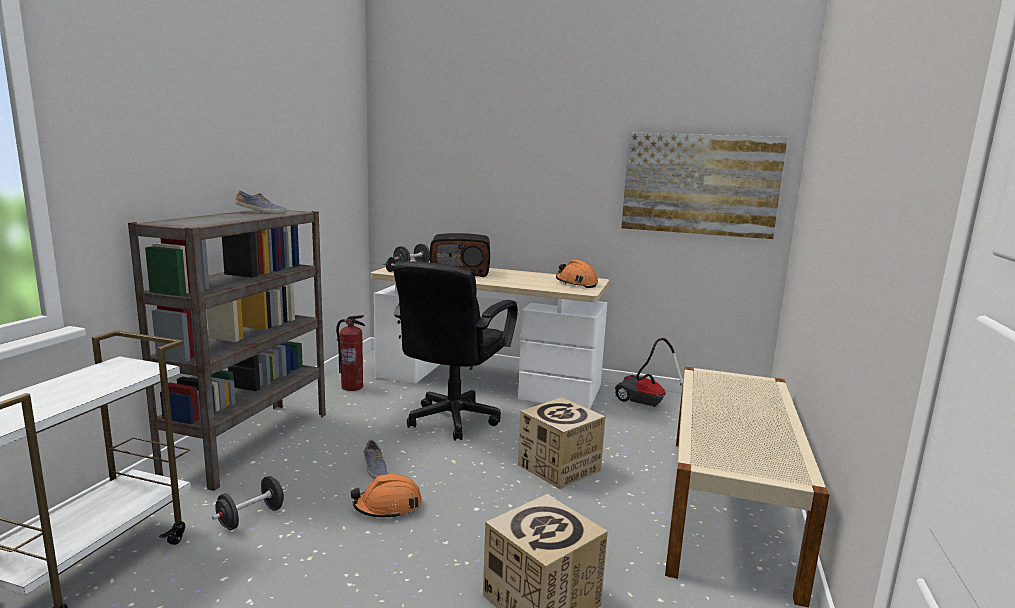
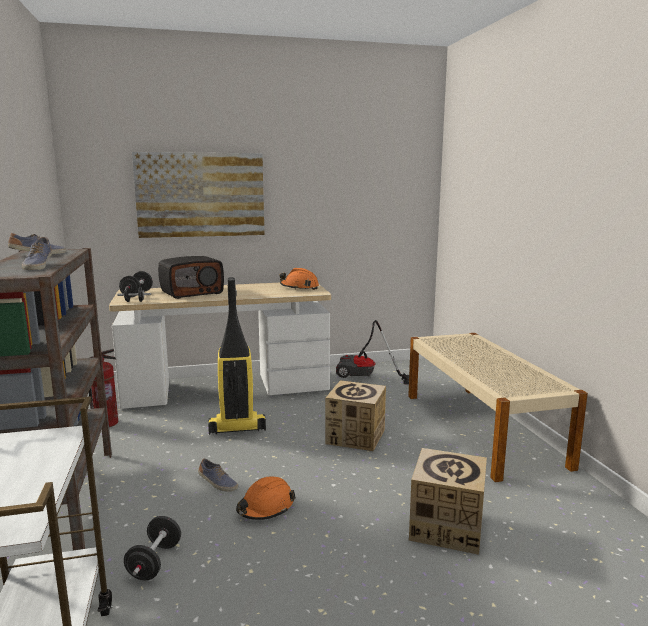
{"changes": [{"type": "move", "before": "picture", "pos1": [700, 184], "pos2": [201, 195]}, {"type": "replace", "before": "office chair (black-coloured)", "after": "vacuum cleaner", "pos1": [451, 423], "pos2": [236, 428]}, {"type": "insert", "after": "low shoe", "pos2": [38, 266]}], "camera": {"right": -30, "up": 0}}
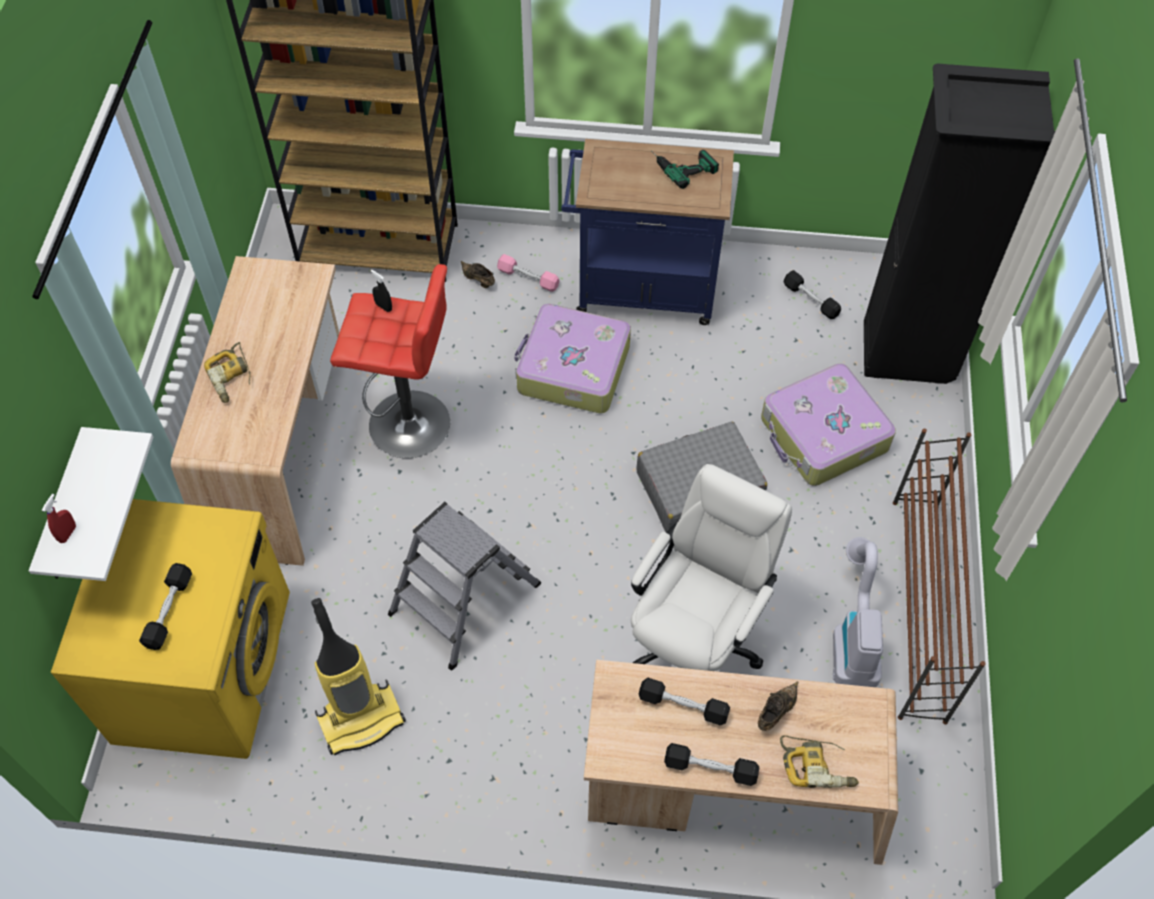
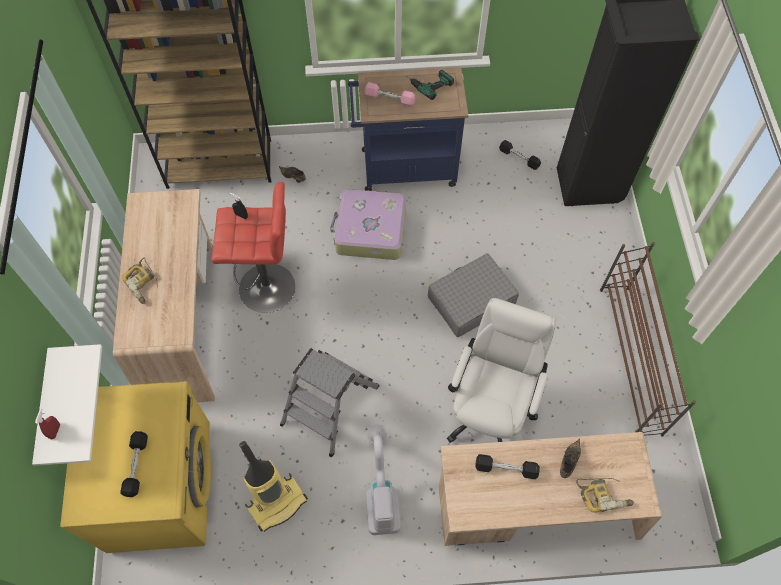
{"changes": [{"type": "move", "before": "free weight (pink)", "pos1": [528, 278], "pos2": [389, 98]}, {"type": "delete", "before": "piece of luggage", "pos1": [823, 435]}, {"type": "move", "before": "vacuum cleaner", "pos1": [853, 635], "pos2": [381, 493]}, {"type": "delete", "before": "free weight (black-coloured)", "pos1": [710, 768]}], "camera": {"right": -10, "up": 5}}
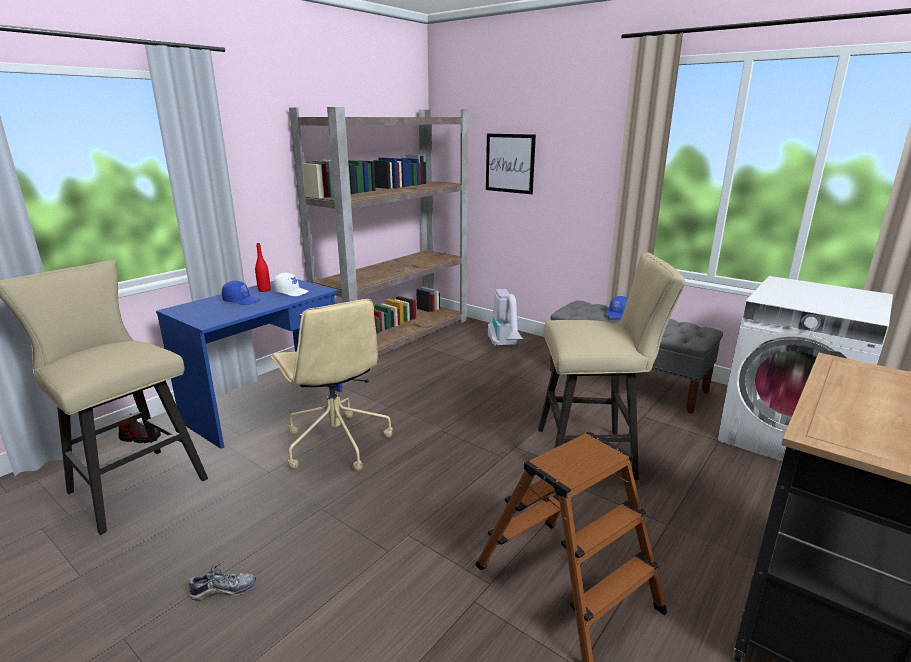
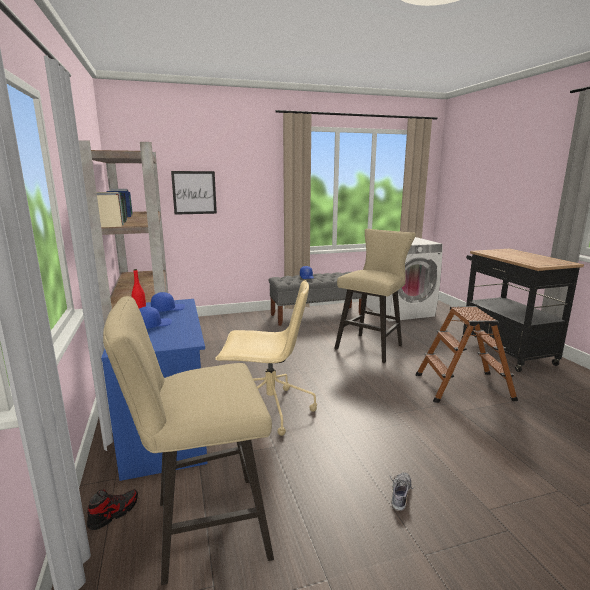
{"changes": [{"type": "recolor", "before": "peaked cap (white-coloured)", "after": "peaked cap (bluish)", "pos1": [292, 292], "pos2": [168, 309]}, {"type": "delete", "before": "vacuum cleaner", "pos1": [505, 346]}], "camera": {"right": -55, "up": -5}}
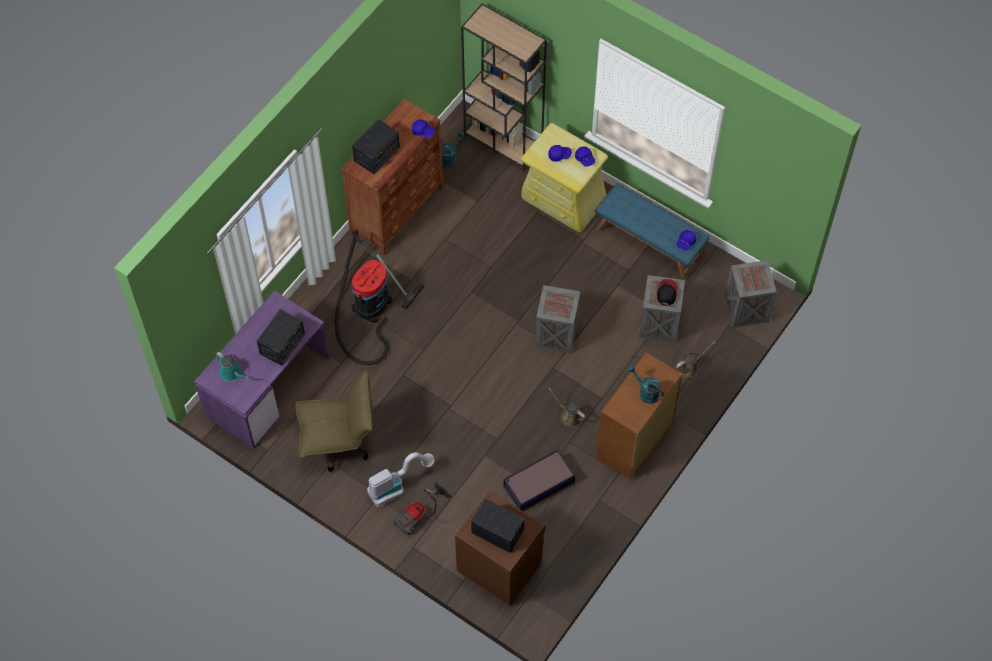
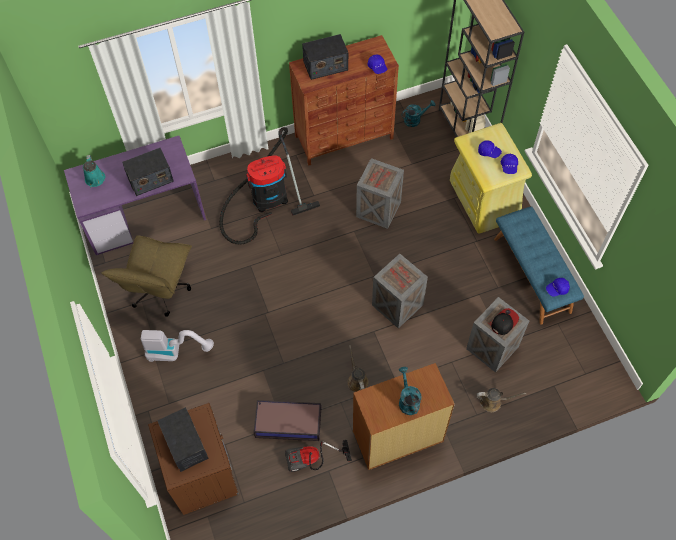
{"changes": [{"type": "move", "before": "crate", "pos1": [747, 308], "pos2": [379, 209]}, {"type": "rotate", "before": "office chair (beige)", "pos1": [339, 443], "pos2": [160, 289], "turn": 75}, {"type": "move", "before": "vacuum cleaner", "pos1": [419, 515], "pos2": [312, 460]}], "camera": {"right": 35, "up": 0}}
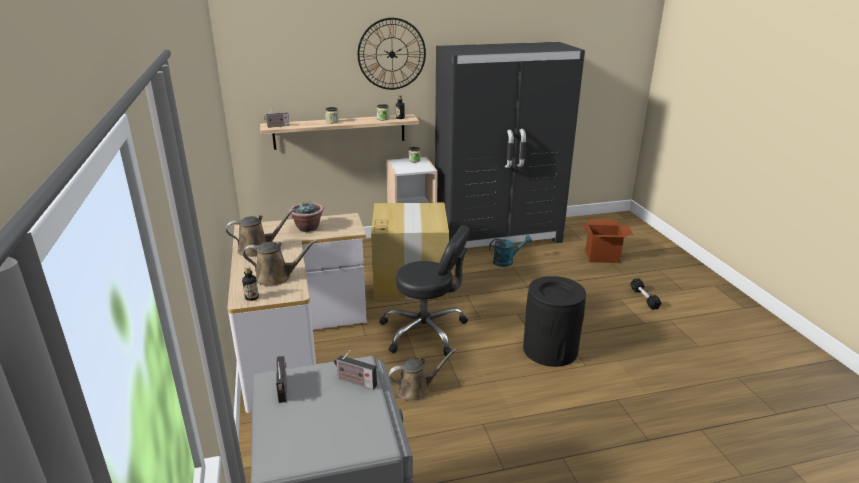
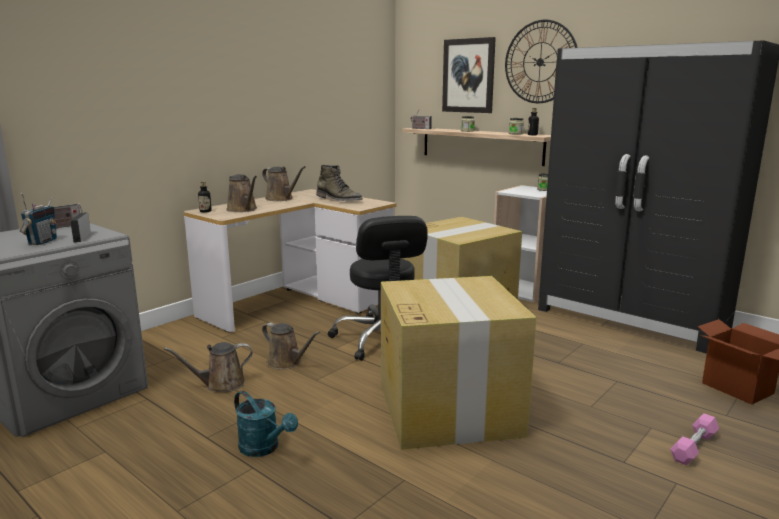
{"changes": [{"type": "replace", "before": "potted plant", "after": "boot (green-coloured)", "pos1": [307, 228], "pos2": [339, 199]}, {"type": "move", "before": "watering pot (turquoise-coloured)", "pos1": [507, 261], "pos2": [264, 448]}, {"type": "replace", "before": "rubbish bin (black-coloured)", "after": "cardboard box", "pos1": [550, 349], "pos2": [448, 408]}, {"type": "recolor", "before": "free weight (black-coloured)", "after": "free weight (pink)", "pos1": [644, 298], "pos2": [694, 447]}, {"type": "insert", "after": "picture", "pos2": [468, 76]}, {"type": "insert", "after": "radio", "pos2": [42, 242]}, {"type": "insert", "after": "watering pot (brown-coloured)", "pos2": [221, 384]}], "camera": {"right": 55, "up": -10}}
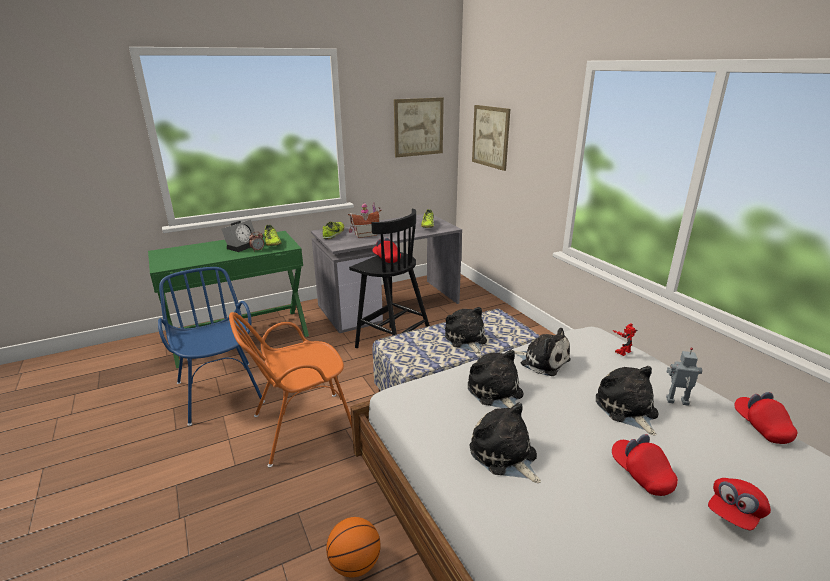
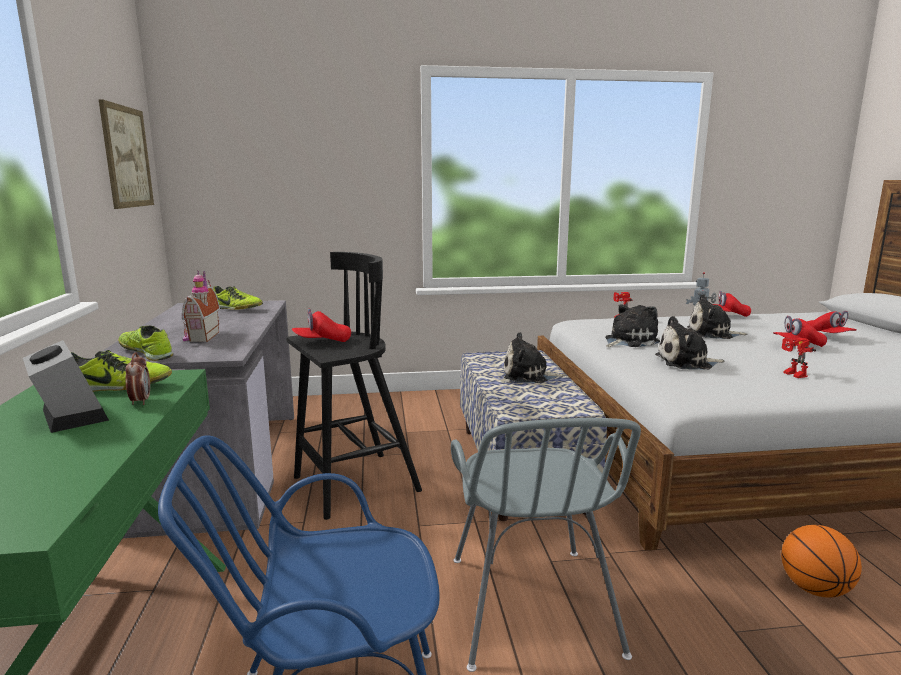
{"changes": [{"type": "delete", "before": "picture", "pos1": [490, 137]}, {"type": "recolor", "before": "plain chair (orange-coloured)", "after": "plain chair (grey)", "pos1": [300, 428], "pos2": [533, 609]}, {"type": "replace", "before": "cuddly toy", "after": "model robot", "pos1": [505, 455], "pos2": [792, 374]}], "camera": {"right": -70, "up": -10}}
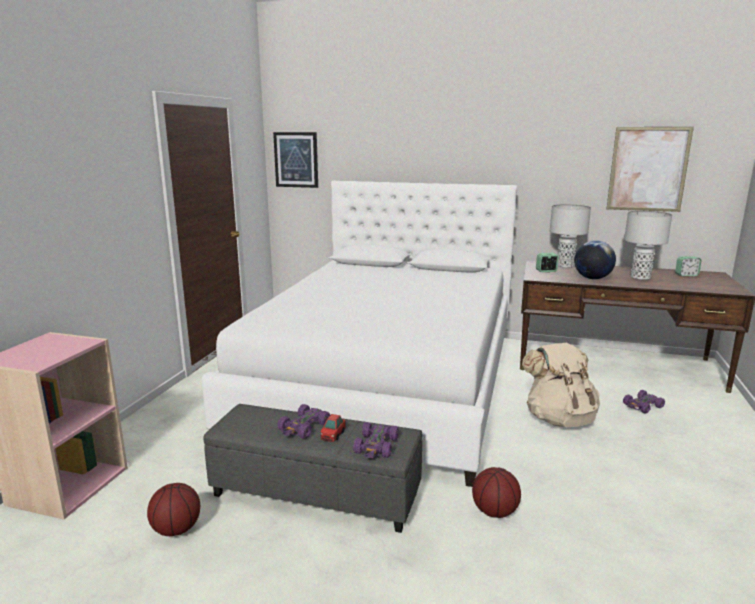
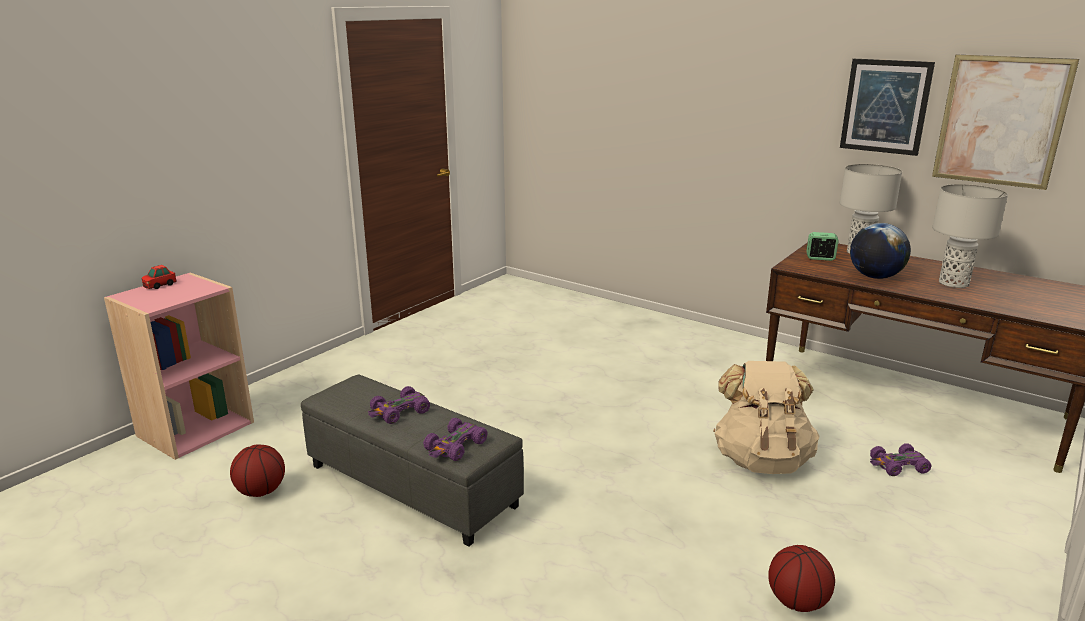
{"changes": [{"type": "move", "before": "picture", "pos1": [296, 159], "pos2": [885, 106]}, {"type": "delete", "before": "bed (white-coloured)", "pos1": [387, 381]}, {"type": "delete", "before": "table clock", "pos1": [686, 275]}, {"type": "move", "before": "model car", "pos1": [333, 435], "pos2": [159, 285]}, {"type": "move", "before": "basketball ball", "pos1": [495, 512], "pos2": [798, 602]}], "camera": {"right": 20, "up": 5}}
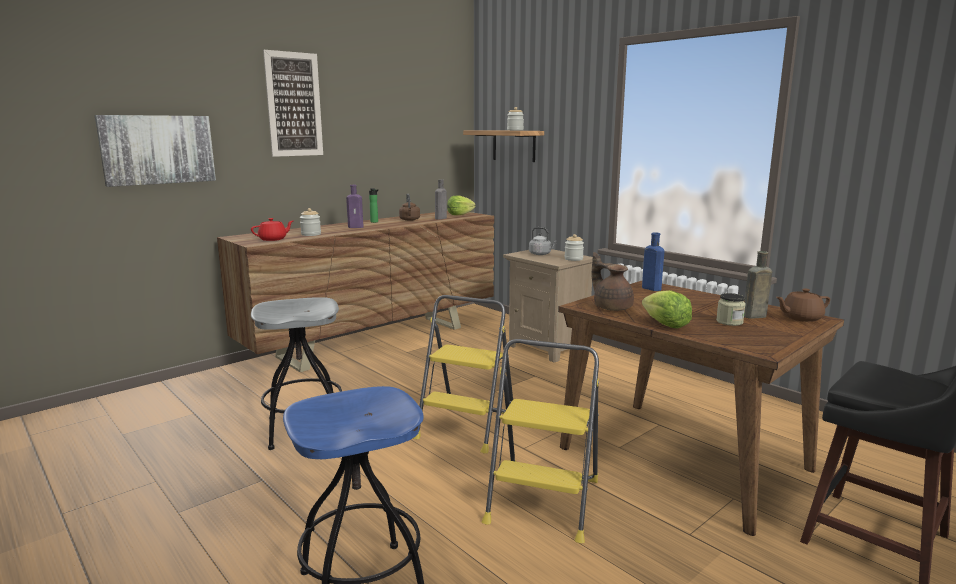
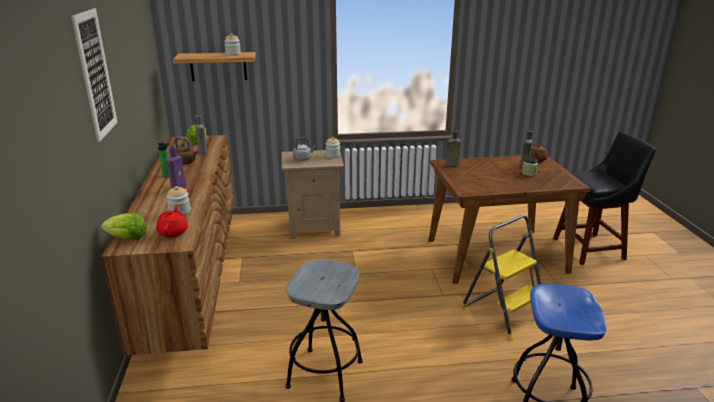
{"changes": [{"type": "delete", "before": "picture", "pos1": [158, 149]}, {"type": "recolor", "before": "drink bottle (bluish)", "after": "drink bottle (brown-coloured)", "pos1": [650, 288], "pos2": [451, 165]}, {"type": "delete", "before": "pot for tea (brown-coloured)", "pos1": [611, 307]}, {"type": "move", "before": "lettuce", "pos1": [665, 324], "pos2": [127, 238]}, {"type": "delete", "before": "step ladder (yellow-coloured)", "pos1": [468, 424]}], "camera": {"right": -55, "up": 10}}
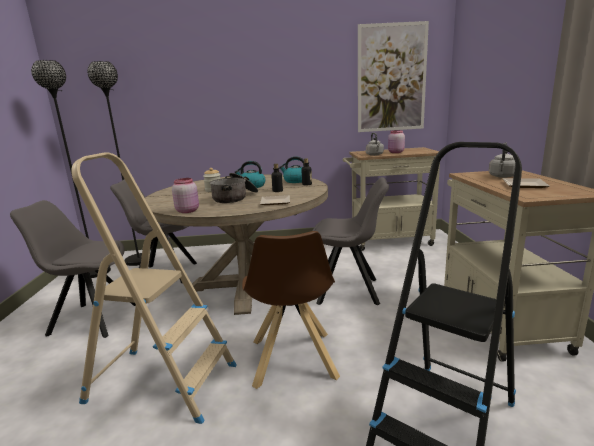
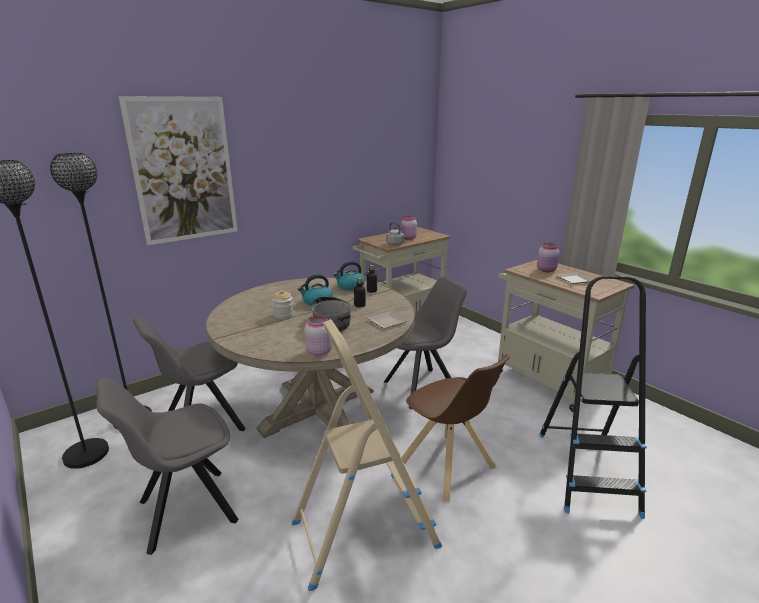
{"changes": [{"type": "move", "before": "picture", "pos1": [391, 78], "pos2": [184, 170]}, {"type": "replace", "before": "tea kettle (grey)", "after": "storage jar (pink)", "pos1": [502, 176], "pos2": [547, 270]}], "camera": {"right": -35, "up": 5}}
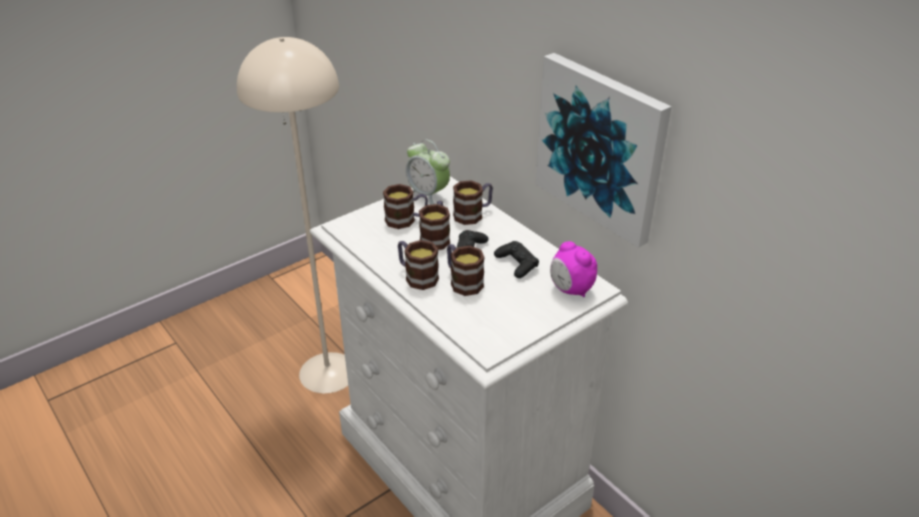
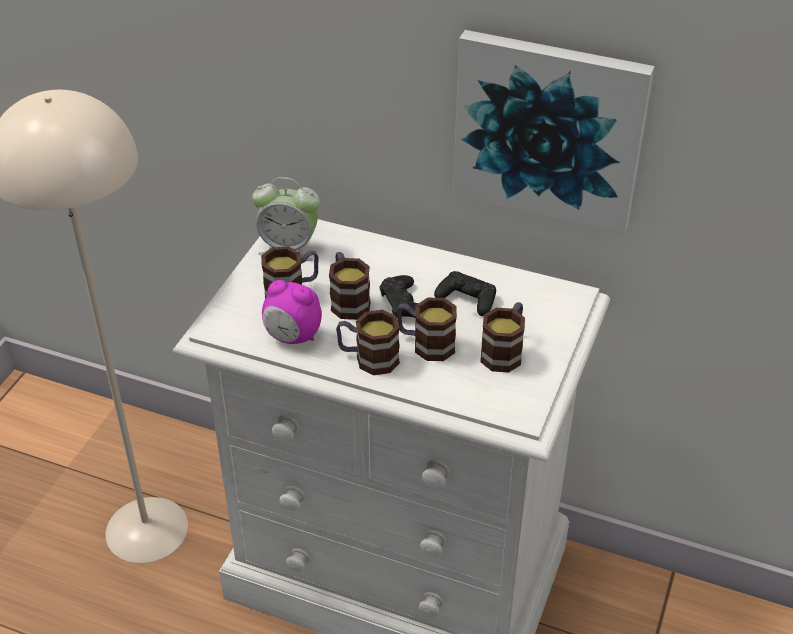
{"changes": [{"type": "move", "before": "mug", "pos1": [473, 214], "pos2": [505, 351]}, {"type": "move", "before": "table clock", "pos1": [570, 290], "pos2": [293, 337]}], "camera": {"right": -30, "up": 5}}
